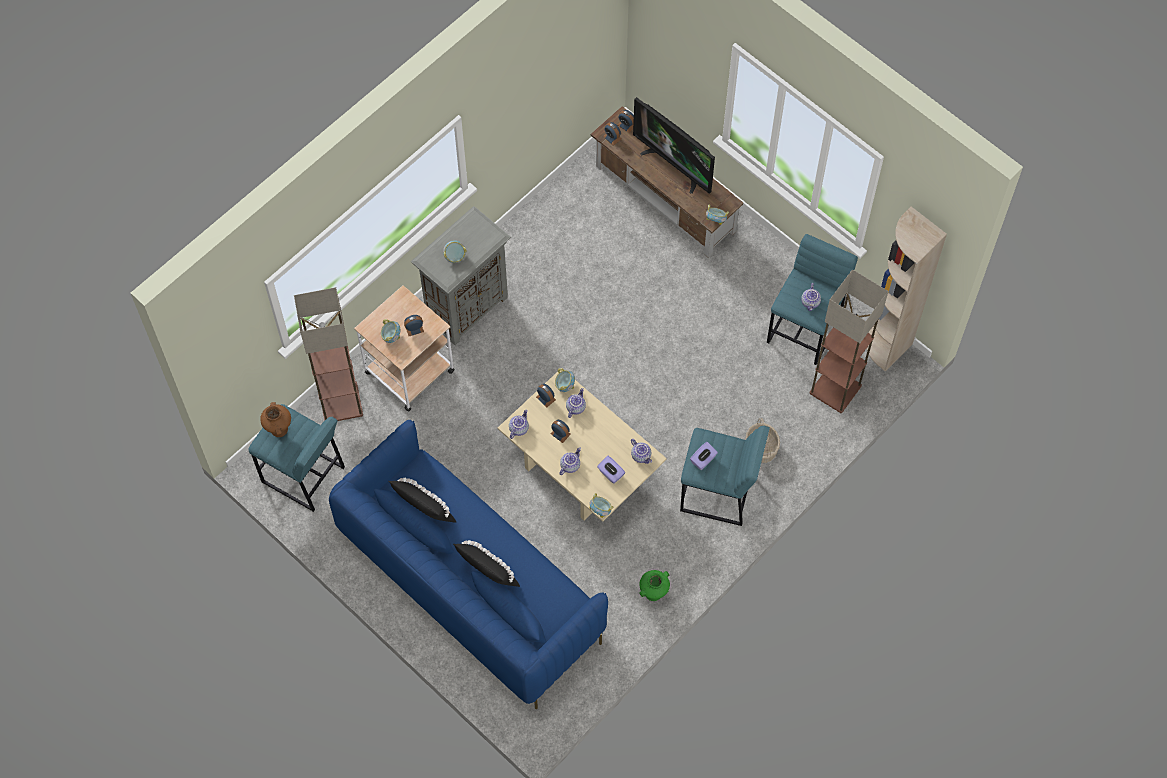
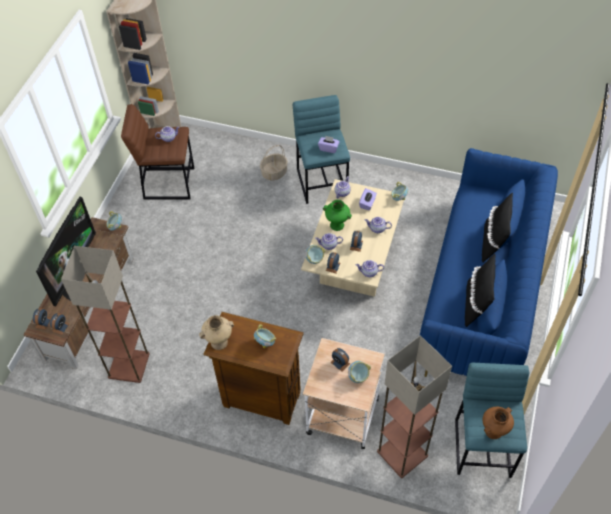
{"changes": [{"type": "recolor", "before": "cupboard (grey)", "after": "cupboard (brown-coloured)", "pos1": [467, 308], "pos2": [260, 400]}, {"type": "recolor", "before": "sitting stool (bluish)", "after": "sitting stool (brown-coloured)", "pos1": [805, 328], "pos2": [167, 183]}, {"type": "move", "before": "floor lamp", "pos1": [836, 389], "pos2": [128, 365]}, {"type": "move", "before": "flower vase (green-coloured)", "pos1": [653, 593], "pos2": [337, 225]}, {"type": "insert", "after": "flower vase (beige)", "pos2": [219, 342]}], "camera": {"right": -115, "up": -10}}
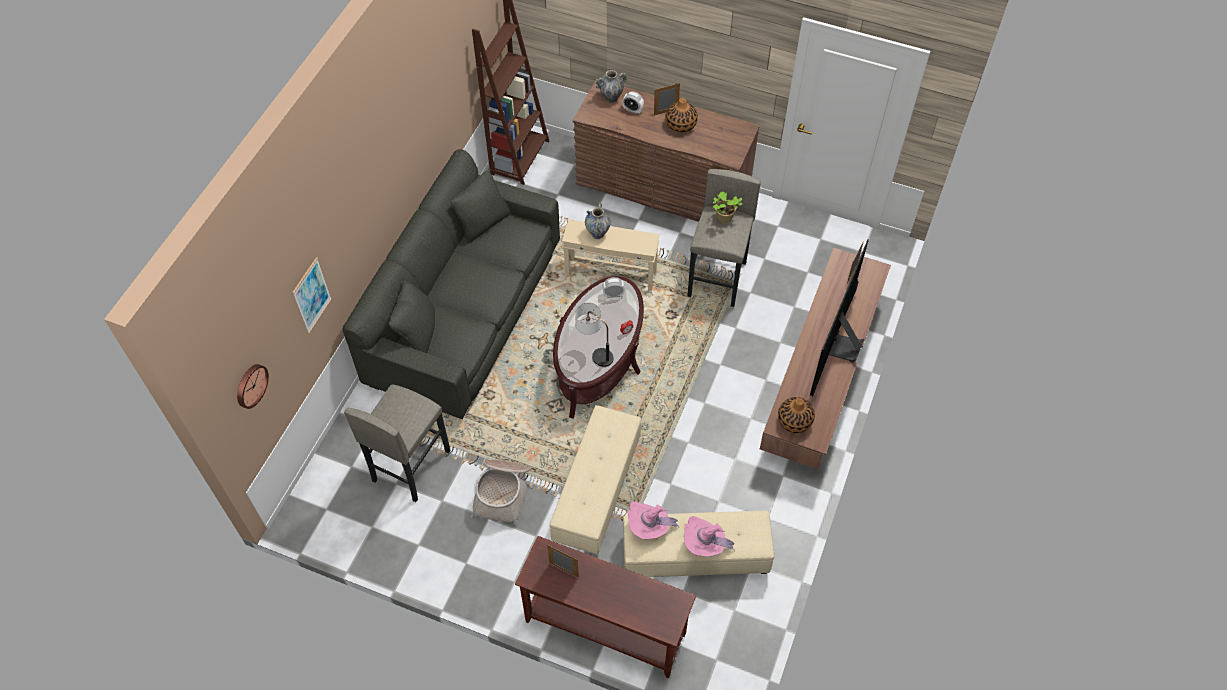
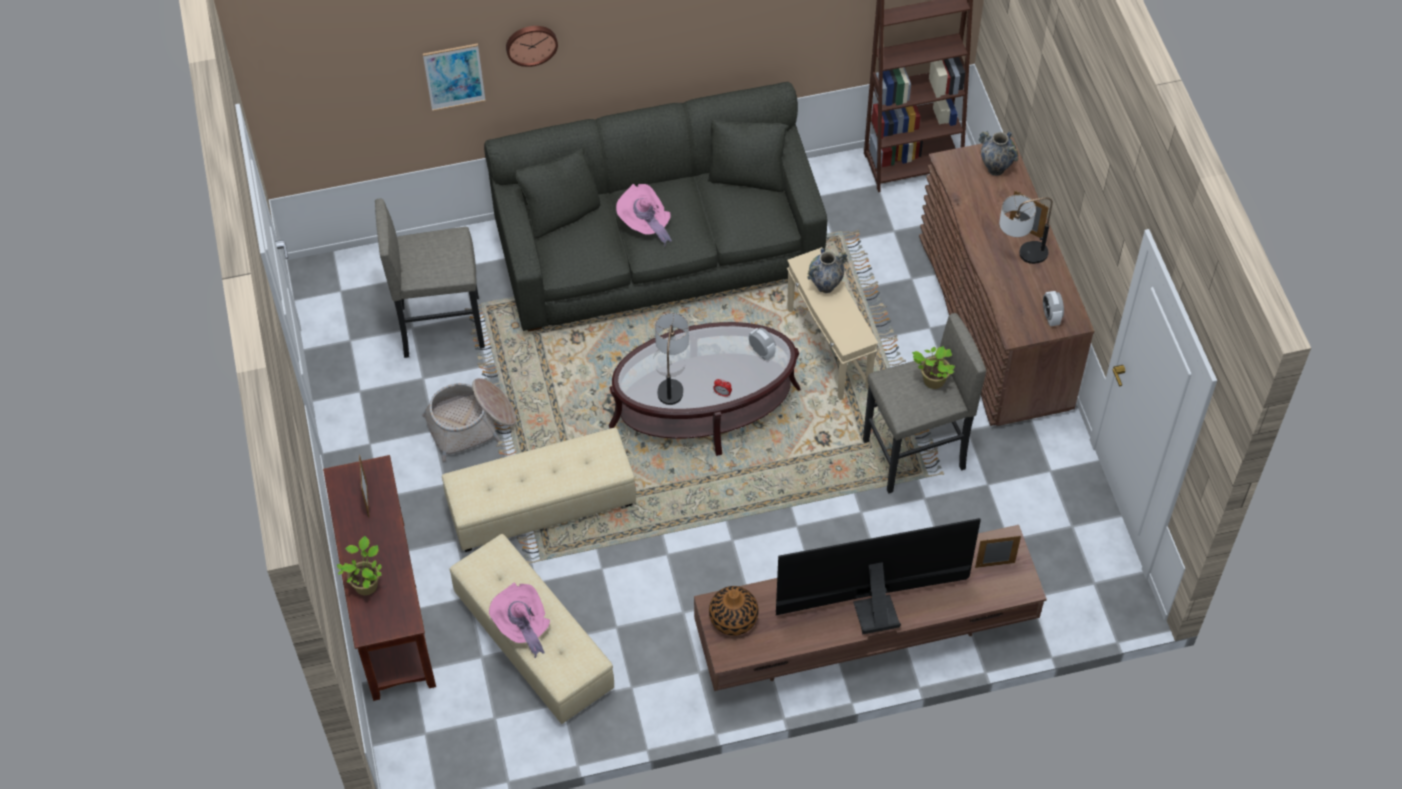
{"changes": [{"type": "move", "before": "table clock", "pos1": [633, 110], "pos2": [1051, 317]}, {"type": "replace", "before": "flower vase", "after": "lamp for a table", "pos1": [681, 125], "pos2": [1019, 255]}, {"type": "move", "before": "hanging clock", "pos1": [250, 385], "pos2": [531, 43]}, {"type": "move", "before": "hat (pink)", "pos1": [649, 527], "pos2": [645, 224]}, {"type": "insert", "after": "potted plant", "pos2": [366, 584]}], "camera": {"right": 55, "up": 0}}
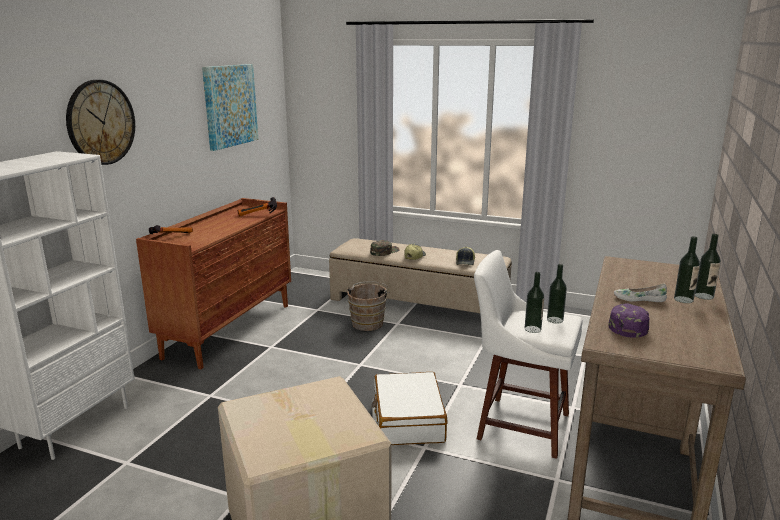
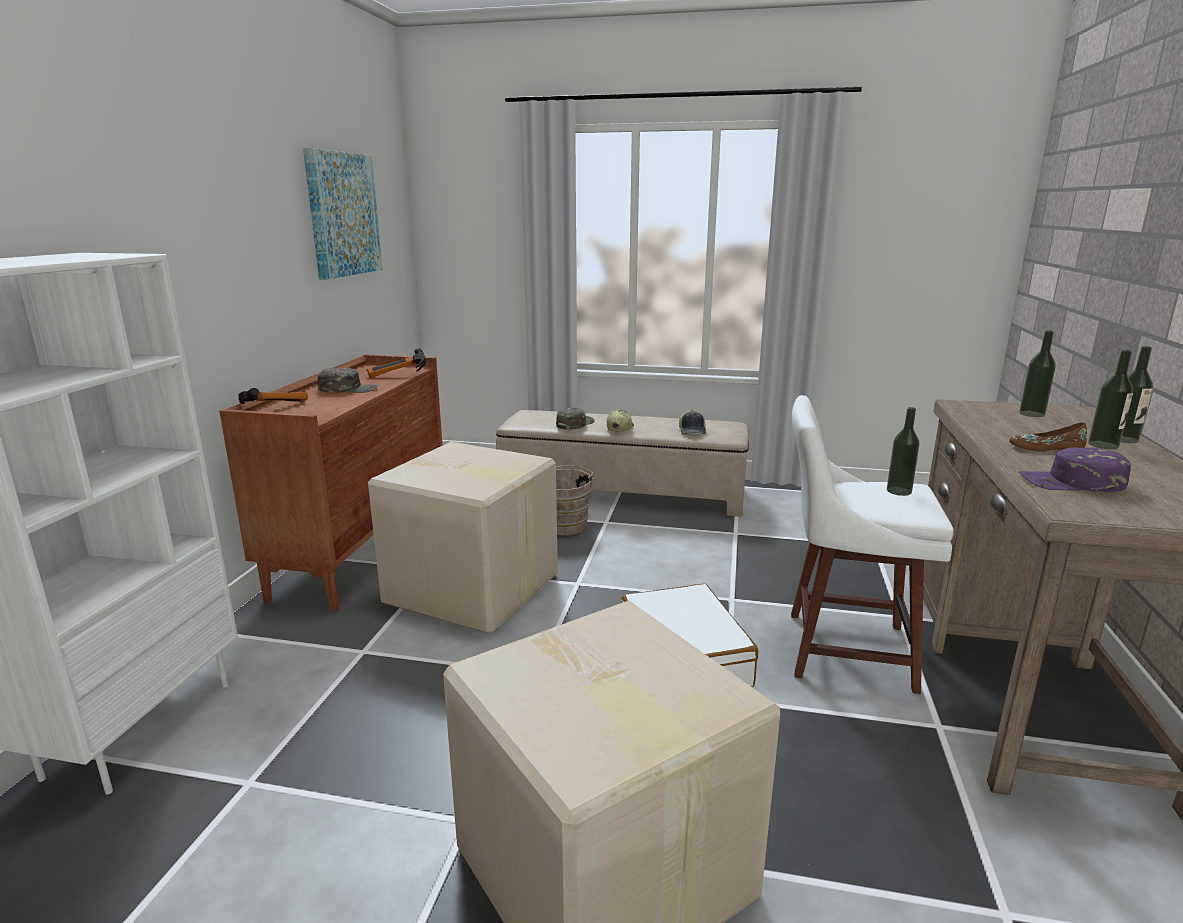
{"changes": [{"type": "delete", "before": "hanging clock", "pos1": [100, 122]}, {"type": "move", "before": "drink bottle", "pos1": [532, 329], "pos2": [1032, 414]}, {"type": "recolor", "before": "low shoe (white-coloured)", "after": "low shoe (brown-coloured)", "pos1": [639, 299], "pos2": [1045, 447]}, {"type": "rotate", "before": "peaked cap (purplish)", "pos1": [627, 325], "pos2": [1072, 482], "turn": -90}, {"type": "insert", "after": "peaked cap (green-coloured)", "pos2": [348, 389]}, {"type": "insert", "after": "cardboard box", "pos2": [472, 590]}], "camera": {"right": -10, "up": 0}}
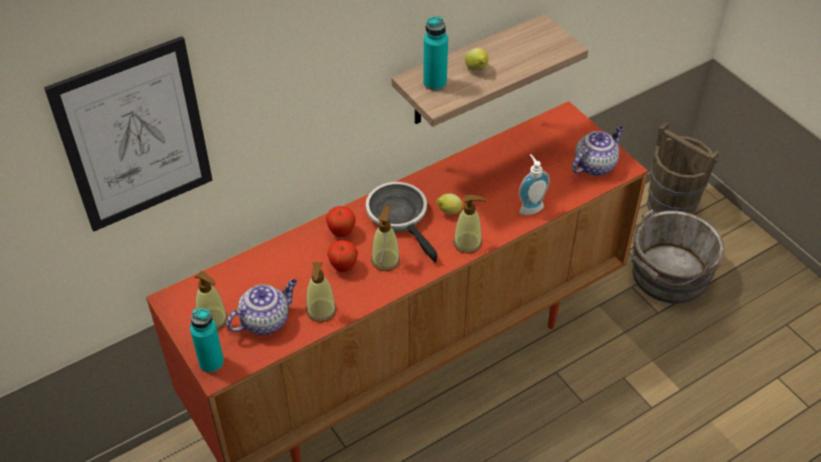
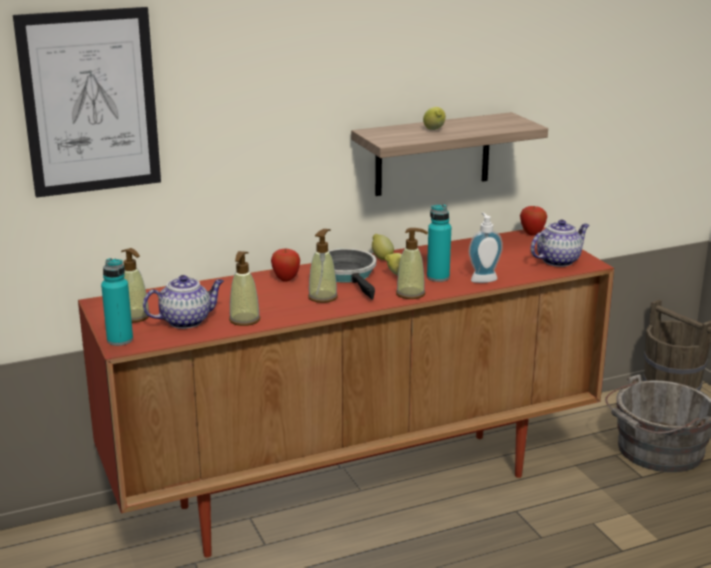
{"changes": [{"type": "move", "before": "drink bottle (turquoise-coloured)", "pos1": [435, 83], "pos2": [438, 277]}, {"type": "move", "before": "apple fruit", "pos1": [343, 267], "pos2": [532, 233]}, {"type": "insert", "after": "whole lemon", "pos2": [381, 258]}], "camera": {"right": 10, "up": -25}}
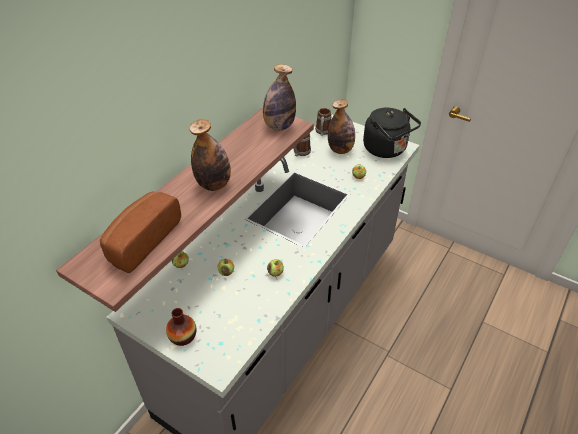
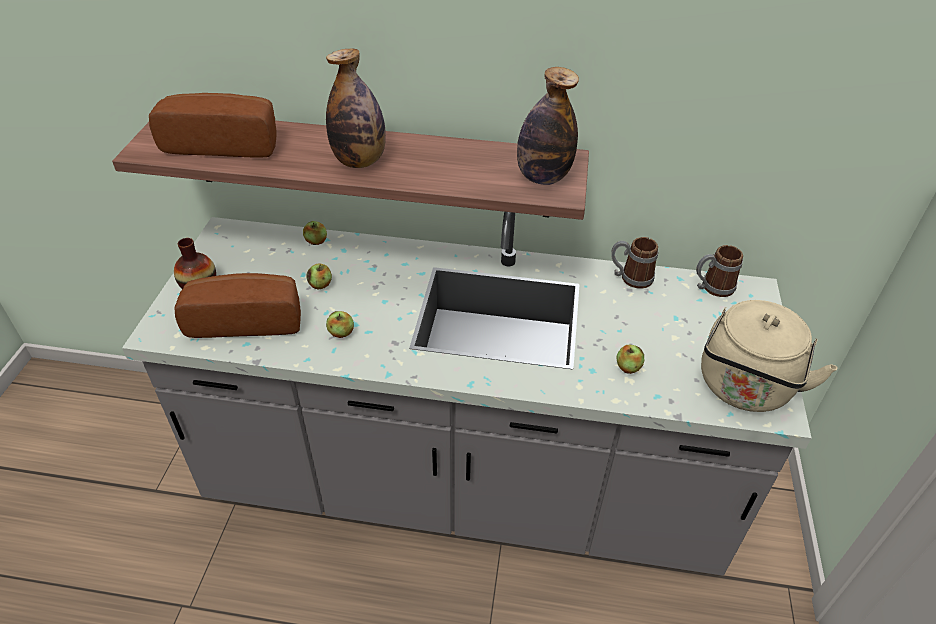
{"changes": [{"type": "delete", "before": "drink bottle", "pos1": [340, 150]}, {"type": "recolor", "before": "tea kettle (black-coloured)", "after": "tea kettle (beige)", "pos1": [387, 150], "pos2": [744, 389]}, {"type": "insert", "after": "bakery bread", "pos2": [246, 319]}], "camera": {"right": 65, "up": 0}}
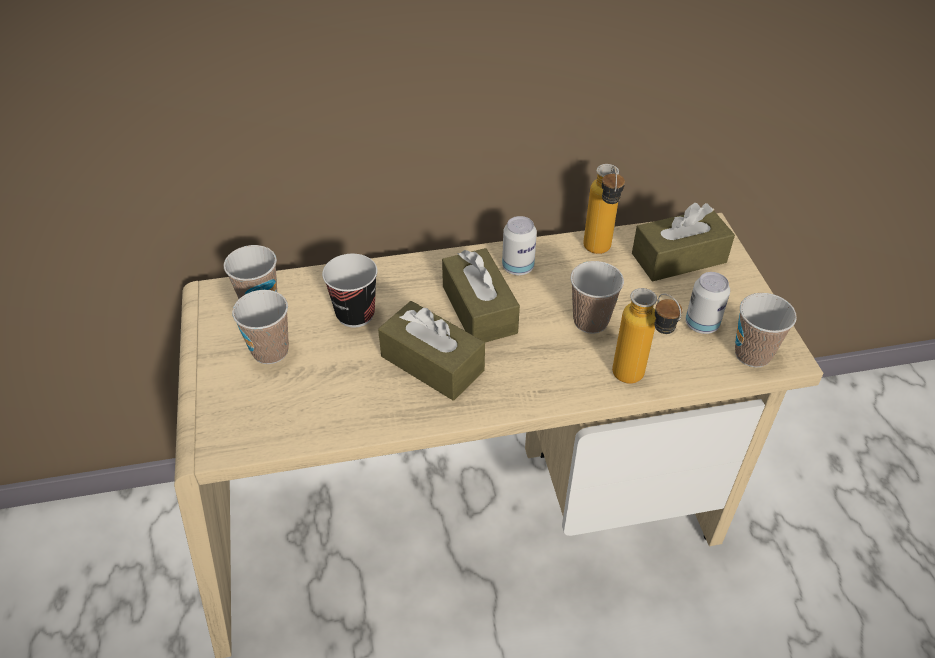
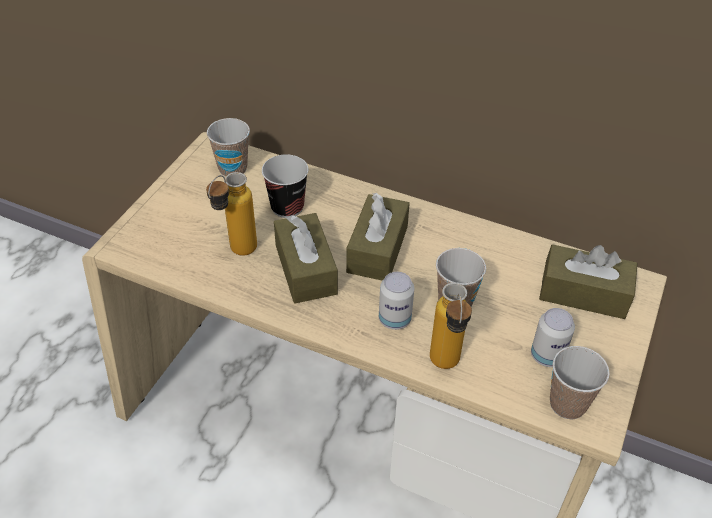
{"changes": [{"type": "move", "before": "drink bottle", "pos1": [598, 254], "pos2": [236, 254]}, {"type": "move", "before": "can", "pos1": [518, 267], "pos2": [394, 319]}, {"type": "delete", "before": "cup", "pos1": [270, 351]}], "camera": {"right": 35, "up": 0}}
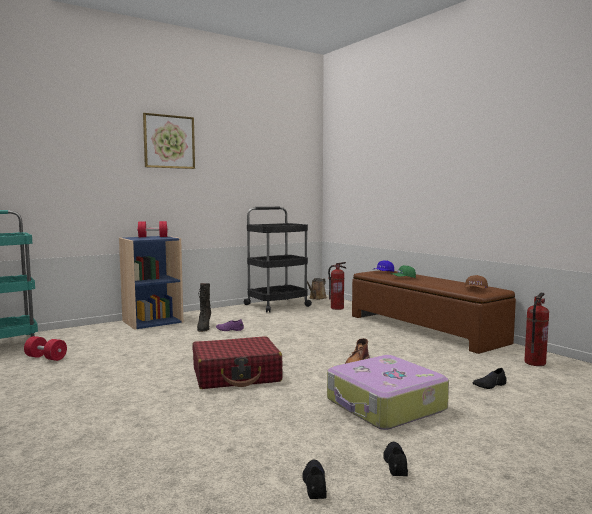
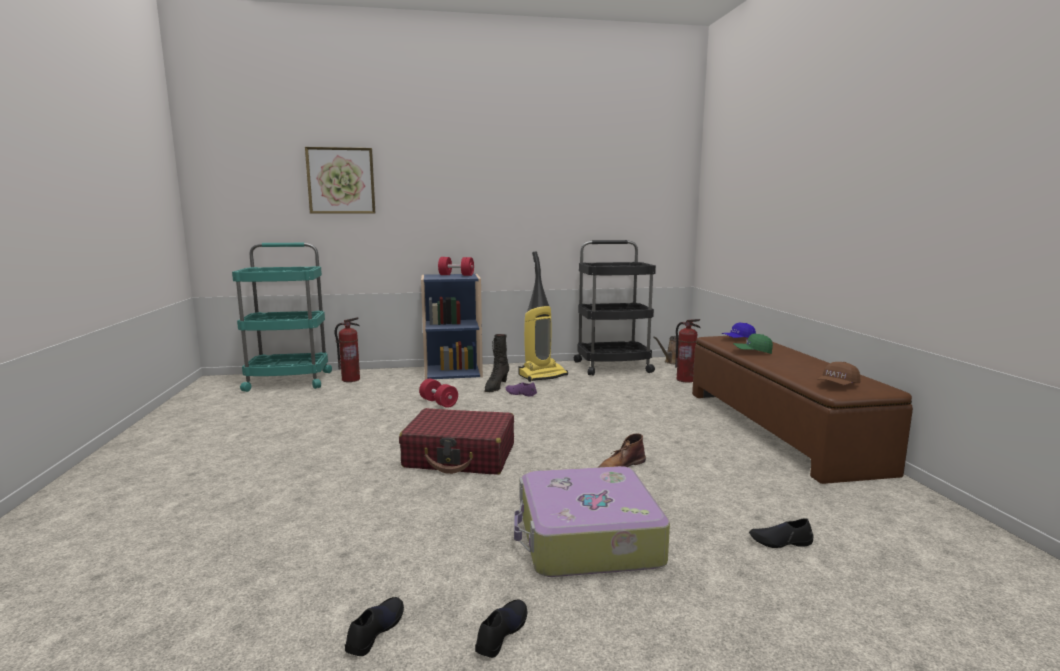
{"changes": [{"type": "move", "before": "picture", "pos1": [169, 141], "pos2": [341, 181]}, {"type": "move", "before": "fire extinguisher", "pos1": [534, 363], "pos2": [351, 379]}, {"type": "move", "before": "free weight (red-coloured)", "pos1": [46, 358], "pos2": [438, 403]}, {"type": "insert", "after": "vacuum cleaner", "pos2": [542, 375]}], "camera": {"right": 25, "up": 5}}
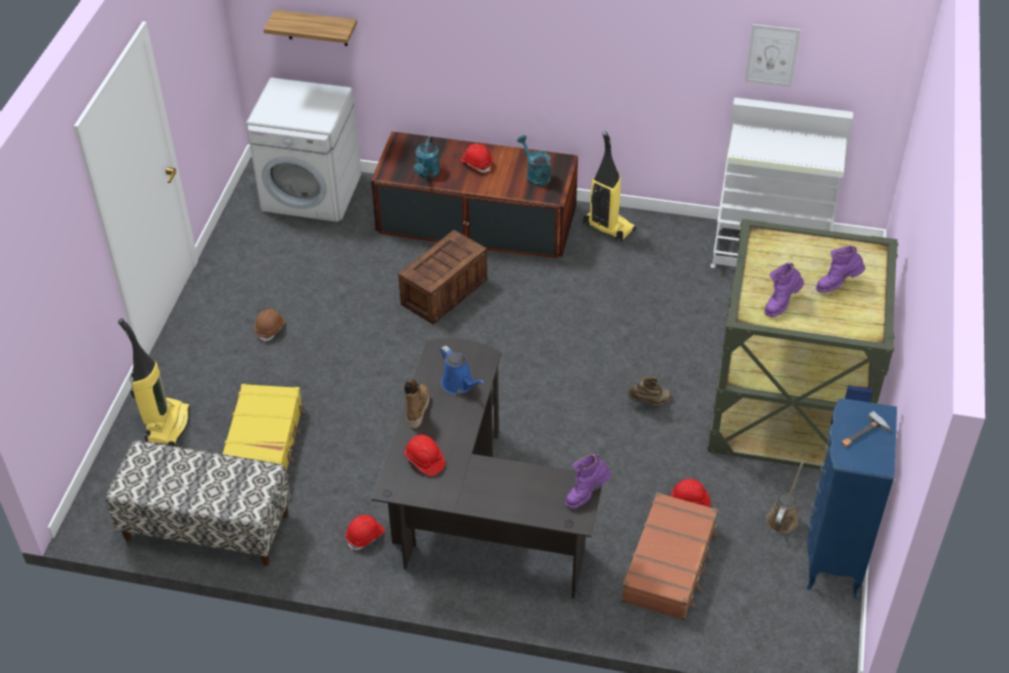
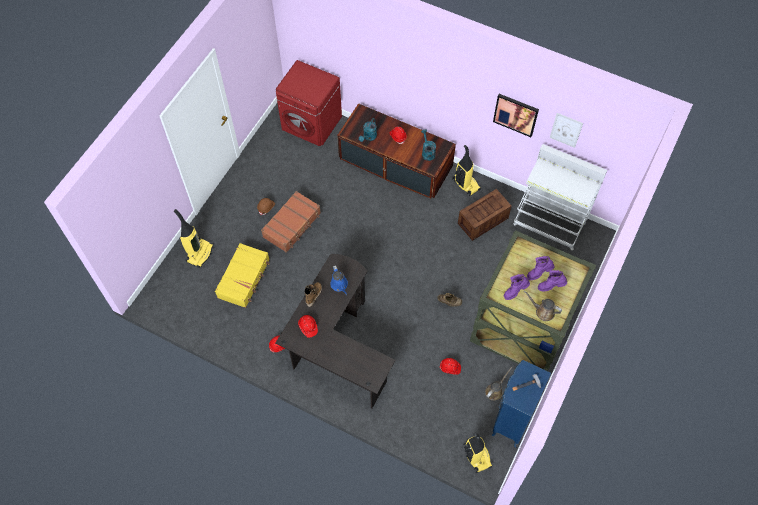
{"changes": [{"type": "delete", "before": "wall shelf", "pos1": [317, 28]}, {"type": "recolor", "before": "laundry machine (white-coloured)", "after": "laundry machine (red-coloured)", "pos1": [311, 193], "pos2": [311, 123]}, {"type": "move", "before": "crate", "pos1": [445, 291], "pos2": [483, 220]}, {"type": "delete", "before": "indoor bench", "pos1": [206, 527]}, {"type": "move", "before": "boot (purplish)", "pos1": [586, 493], "pos2": [539, 273]}, {"type": "move", "before": "piece of luggage (brown-coloured)", "pos1": [670, 564], "pos2": [292, 225]}, {"type": "insert", "after": "picture", "pos2": [515, 114]}, {"type": "insert", "after": "watering pot (brown-coloured)", "pos2": [543, 311]}, {"type": "insert", "after": "vacuum cleaner", "pos2": [476, 456]}], "camera": {"right": 15, "up": 15}}
